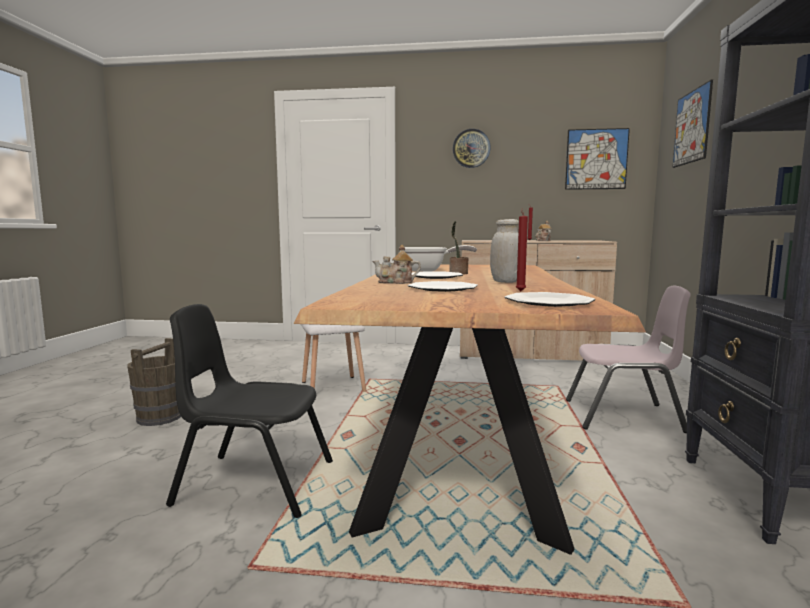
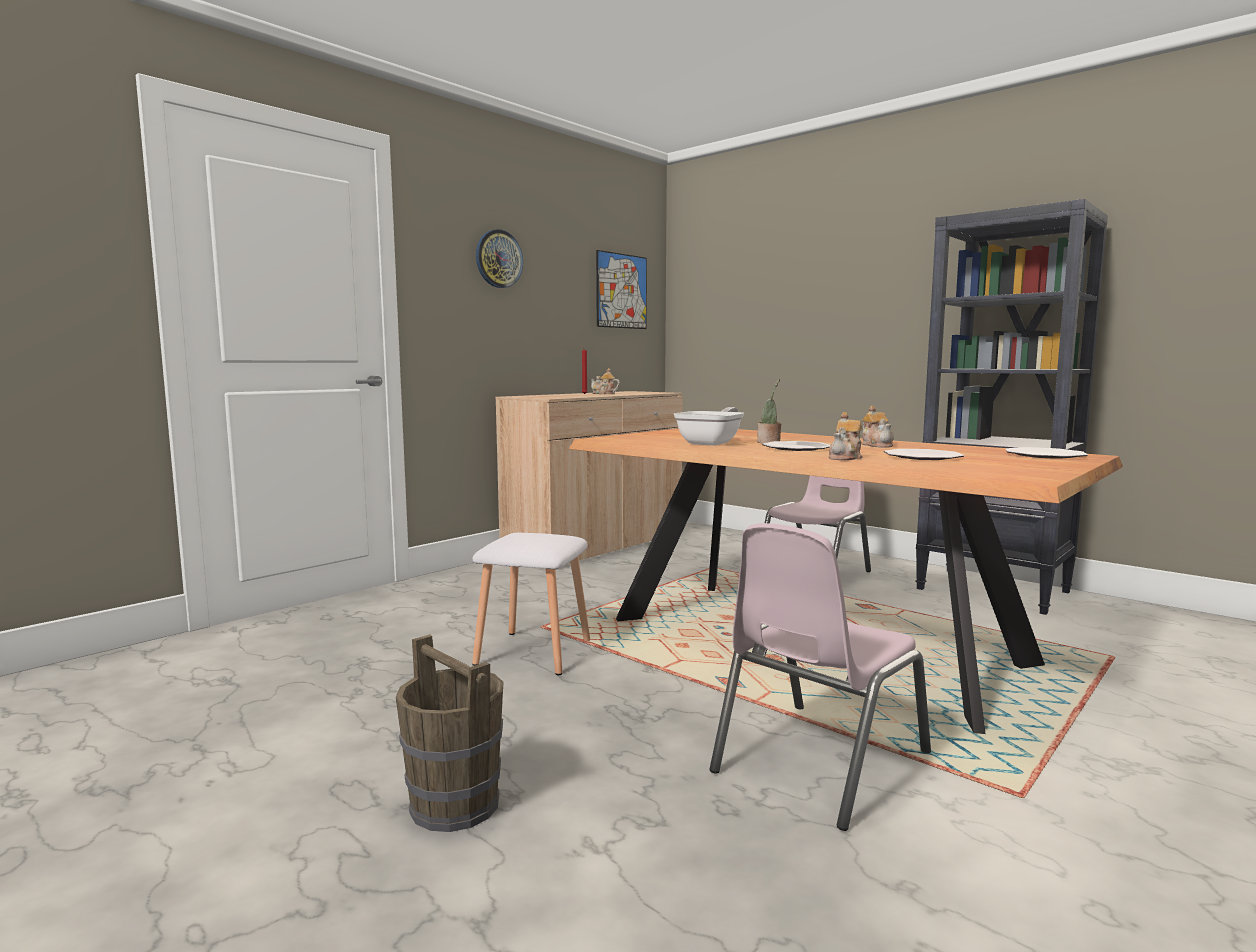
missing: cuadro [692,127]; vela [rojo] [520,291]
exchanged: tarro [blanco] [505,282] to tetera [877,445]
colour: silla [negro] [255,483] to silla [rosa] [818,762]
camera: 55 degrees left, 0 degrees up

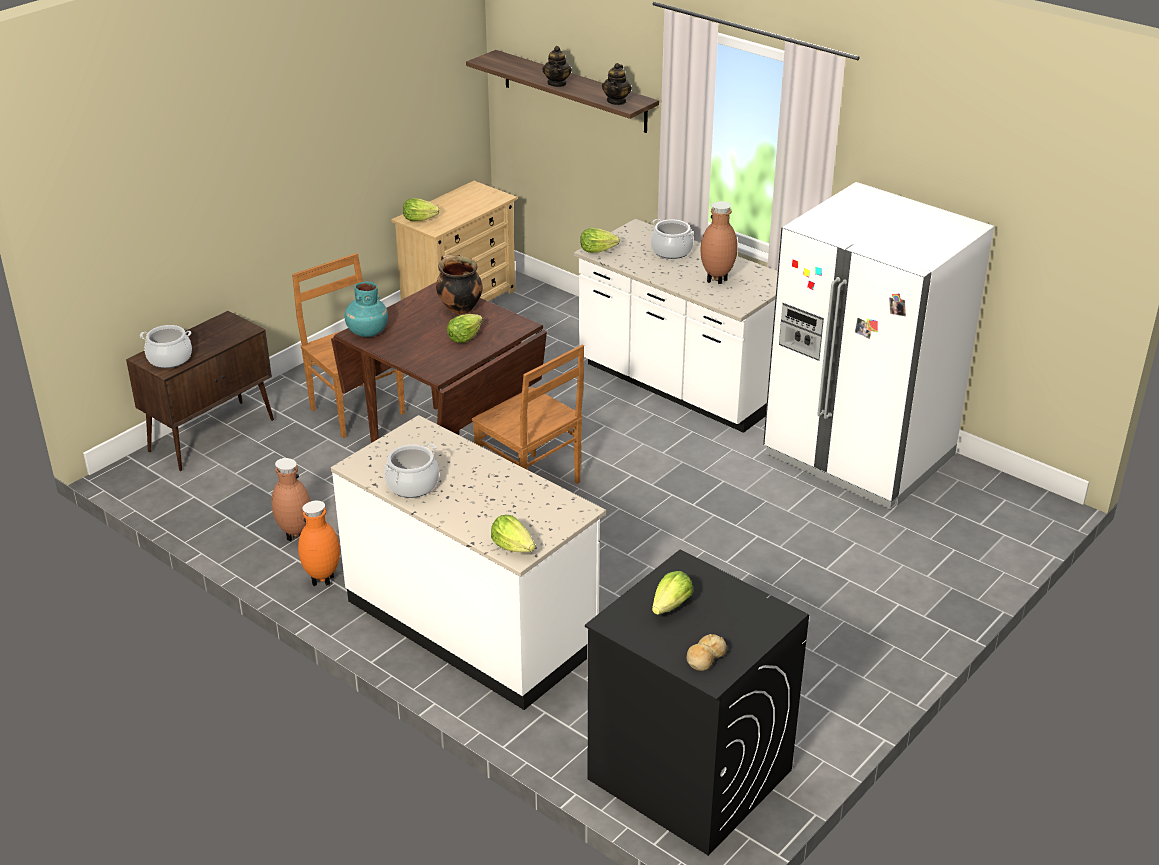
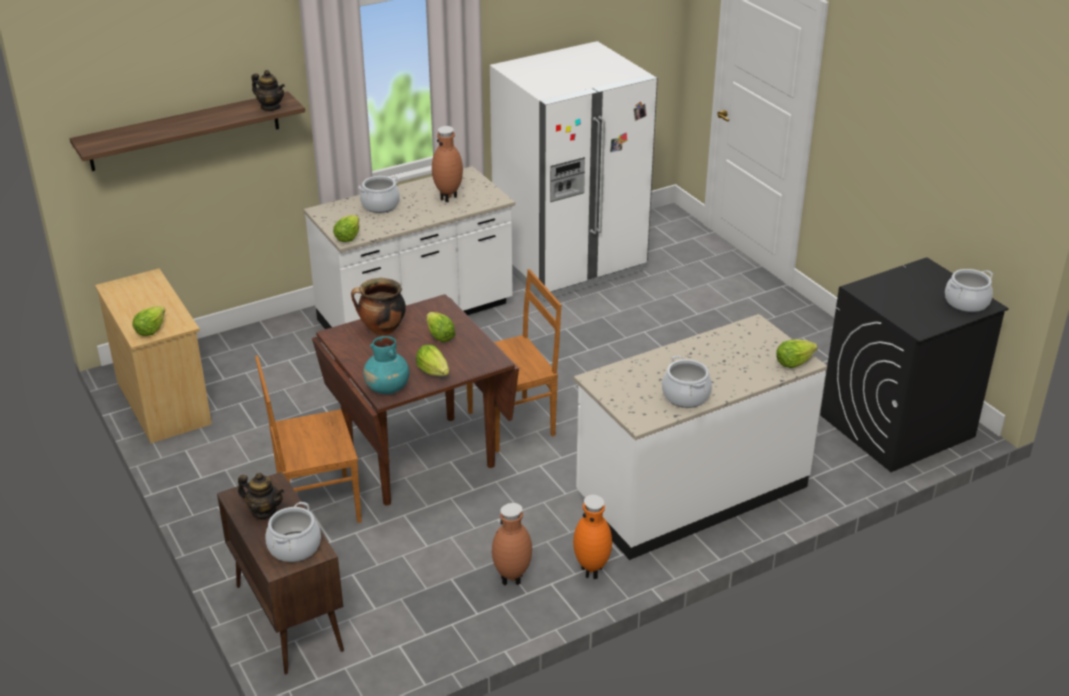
relocated: tetera [557,83] to [264,511]; lechuga [671,606] to [433,371]
exchanged: pan [705,658] to olla [966,302]
camera: 70 degrees left, 0 degrees up

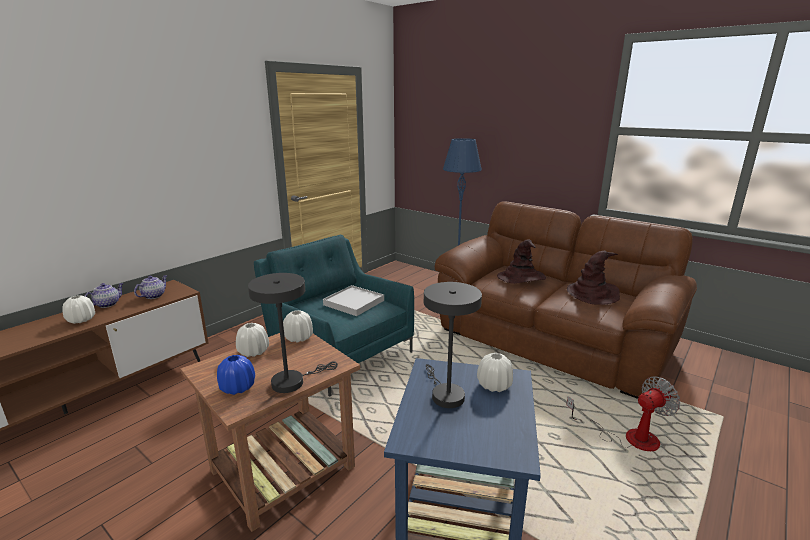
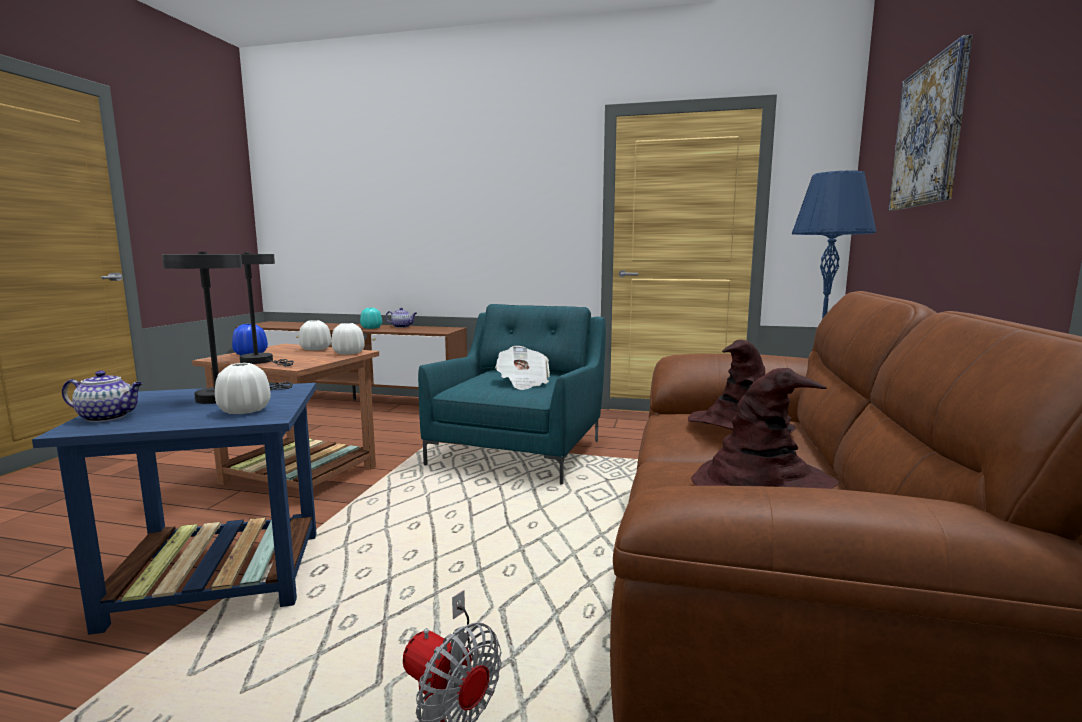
appeared: cuadro [929,134]
relocated: tetera [154,296] to [108,417]
exchanged: bandeja [blanco] [354,302] to periódico [523,383]
colour: florero [blanco] [81,320] to florero [turquesa] [371,328]
camera: 65 degrees right, 10 degrees down

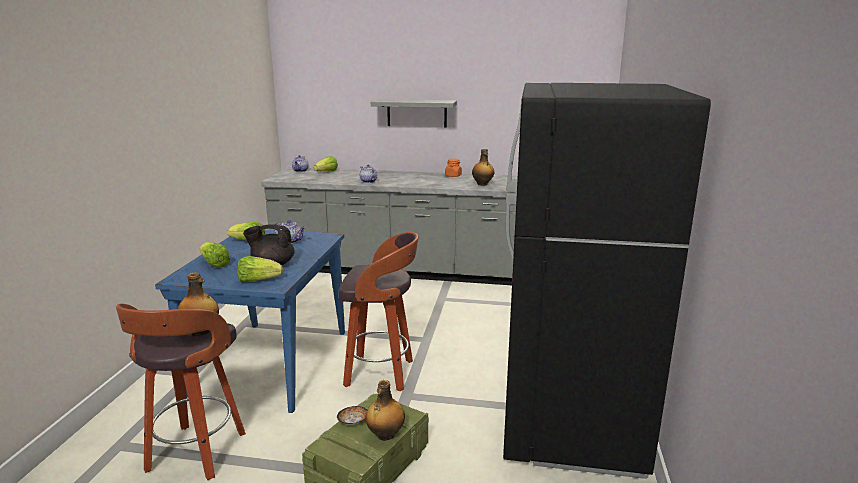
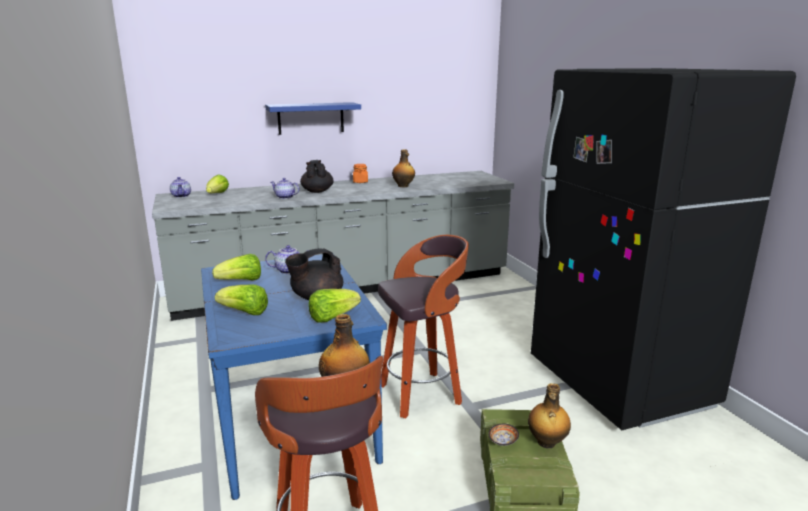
appeared: tetera [negro] [317,191]
colour: estante [gris] [416,113] to estante [azul] [311,118]
camera: 30 degrees left, 0 degrees up

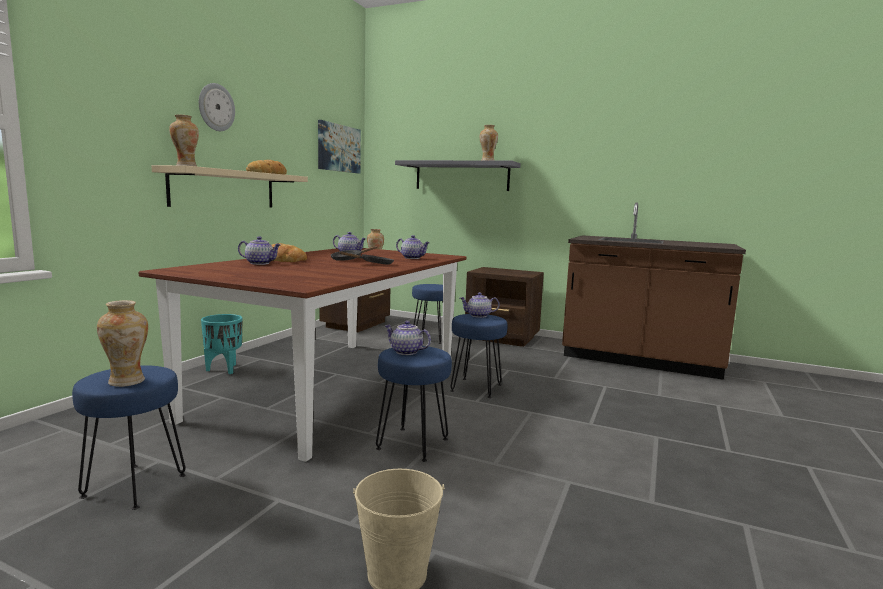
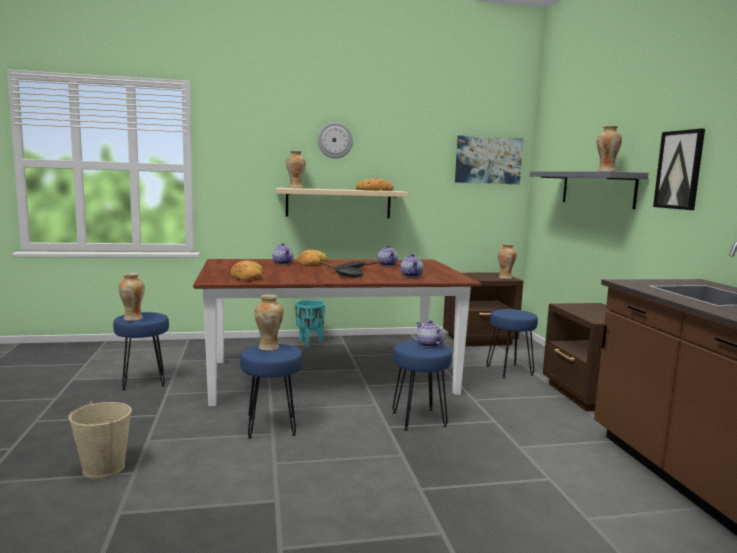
appeared: cuadro [679,170]; pan [247,276]
exchanged: tetera [405,352] to florero [268,348]
camera: 55 degrees right, 0 degrees up

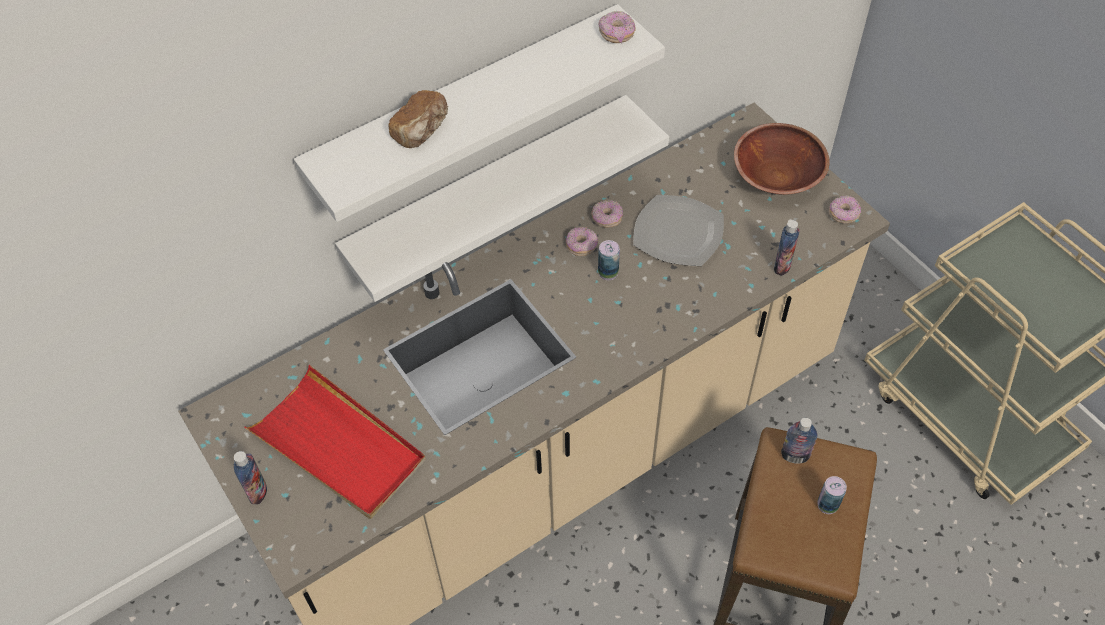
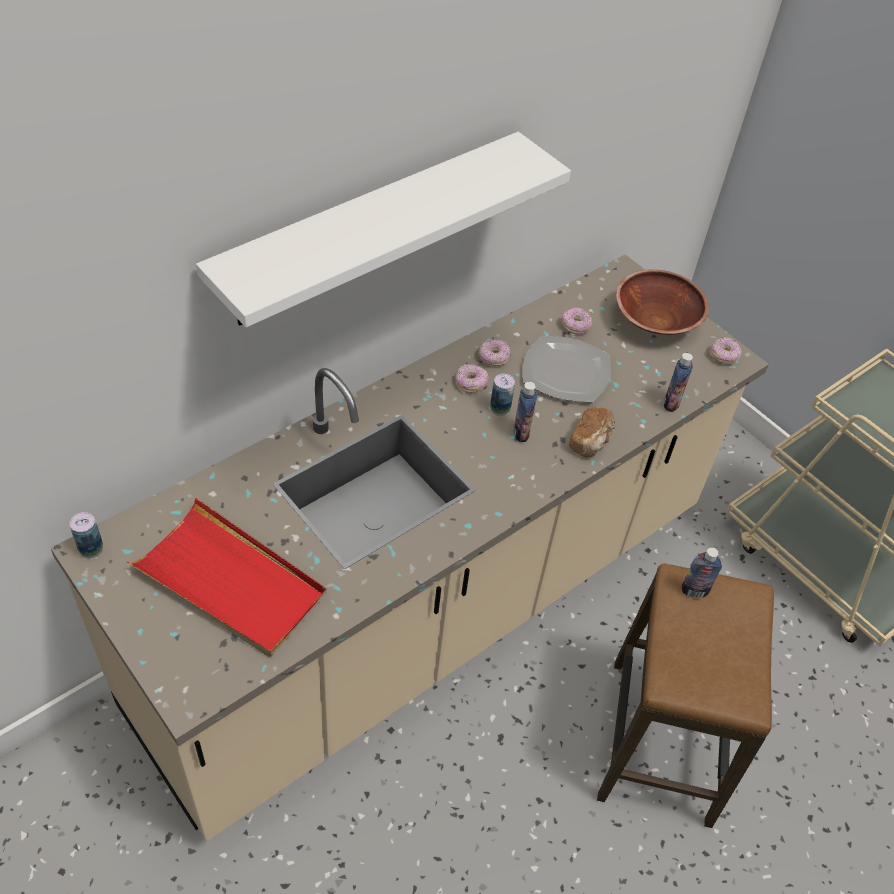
missing: estante [blanco] [489,192]
relocated: rosquilla [616,34] to [575,326]; pan [422,131] to [591,441]; botella [257,492] to [521,432]; lata [827,505] to [91,549]
camera: 10 degrees left, 5 degrees down

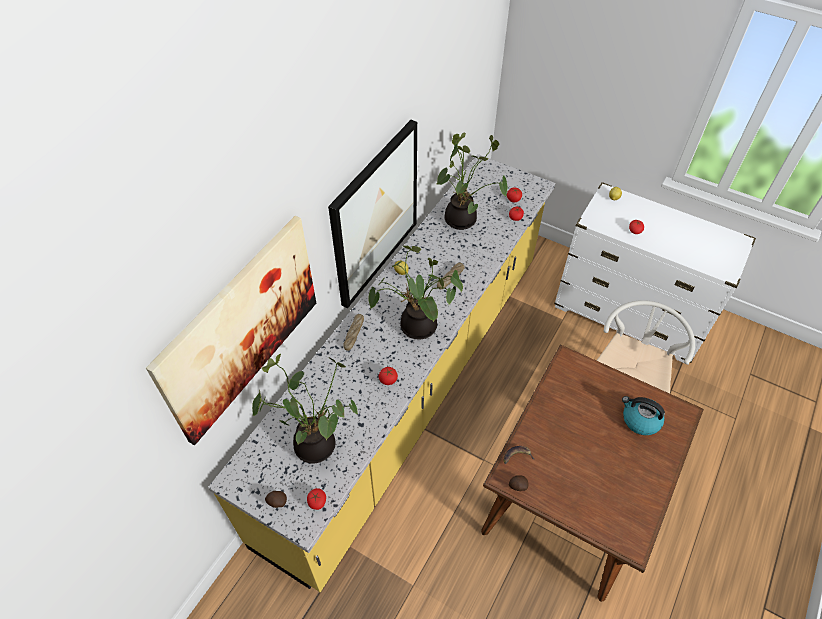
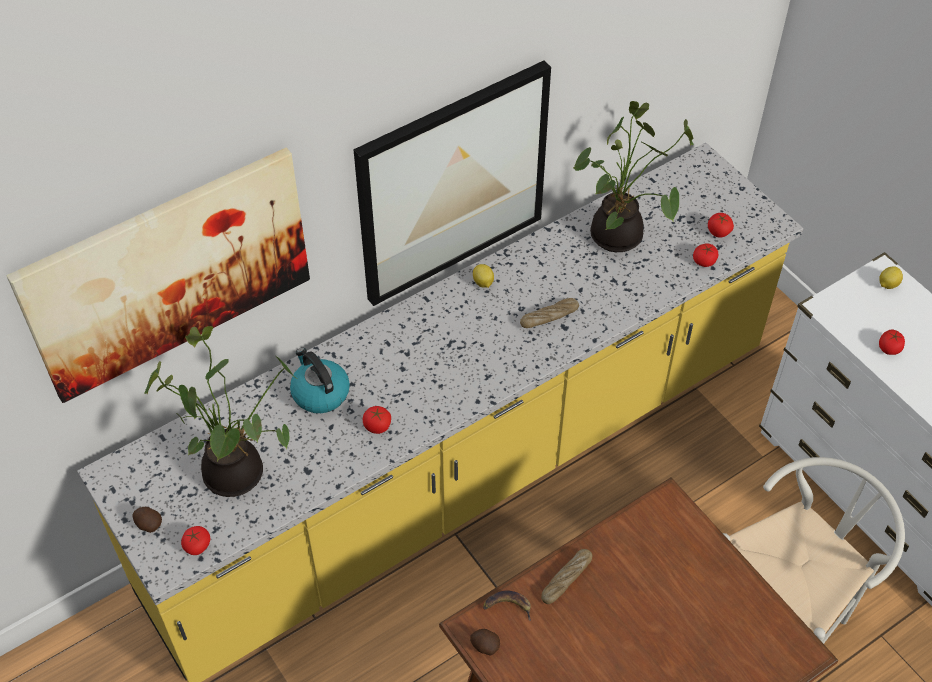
missing: planta en maceta [416,328]
relocated: pan [354,334] to [566,579]; hervidor [640,420] to [320,393]
camera: 25 degrees right, 0 degrees up

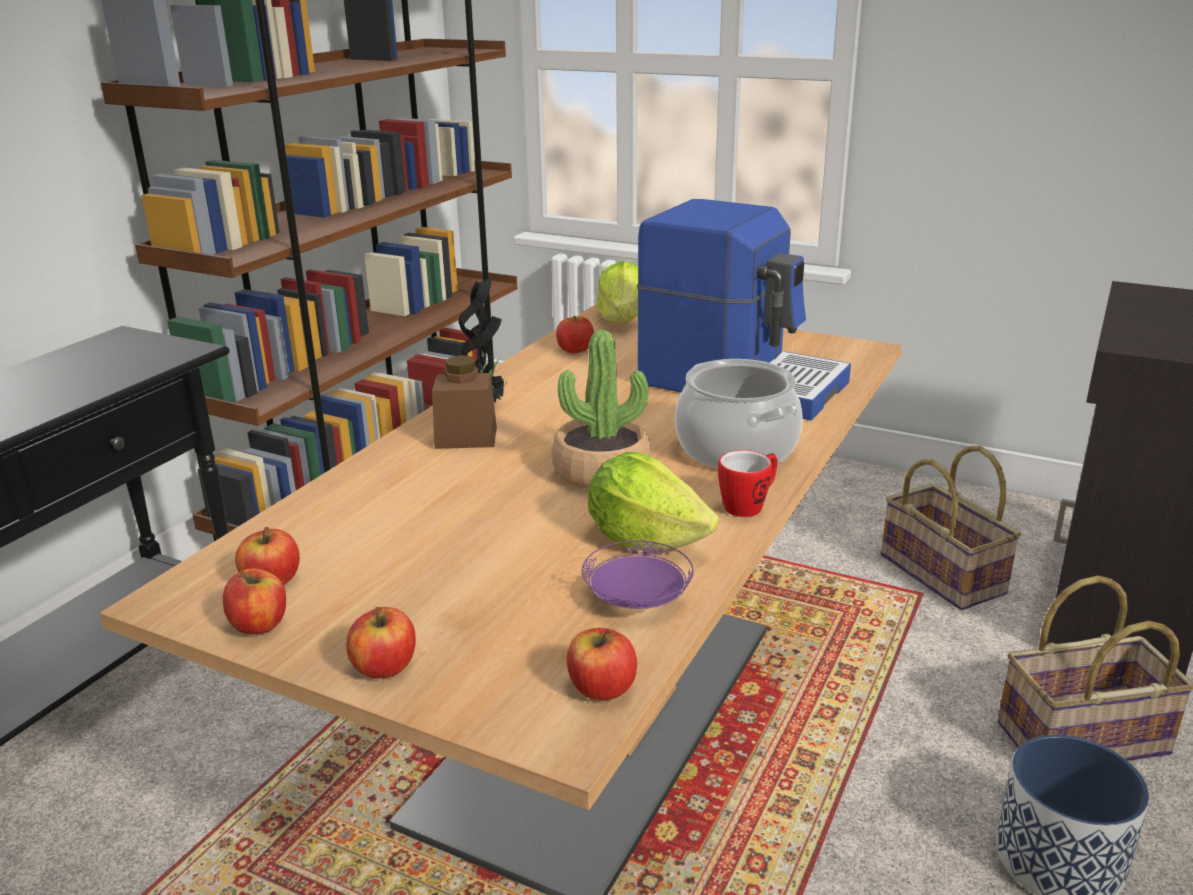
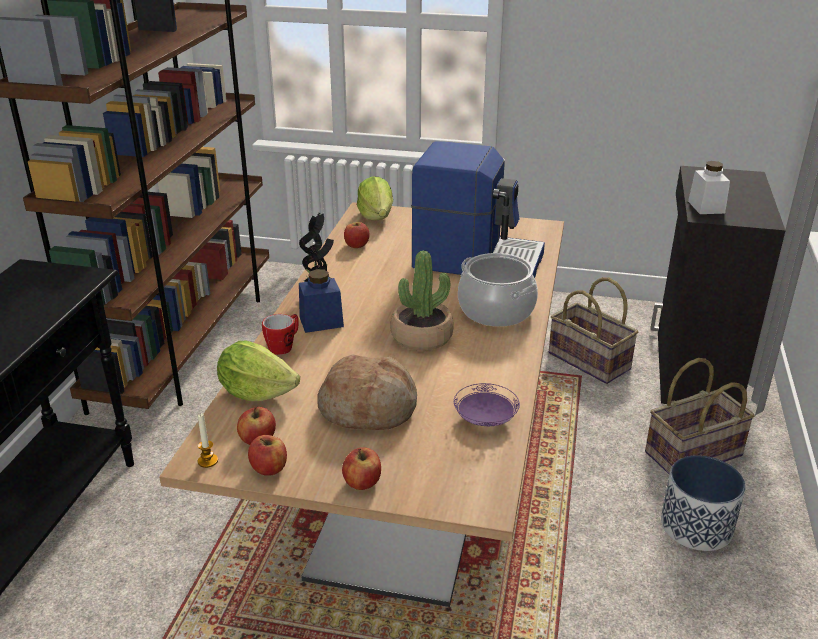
missing: manzana [601,688]
appeared: tarro [blanco] [706,207]; pan [369,408]; vela [208,461]
relocated: taza grande [749,505] to [284,346]; lechuga [645,539] to [256,392]
colour: tarro [marrón] [466,437] to tarro [azul] [321,322]
camera: 15 degrees left, 5 degrees up

